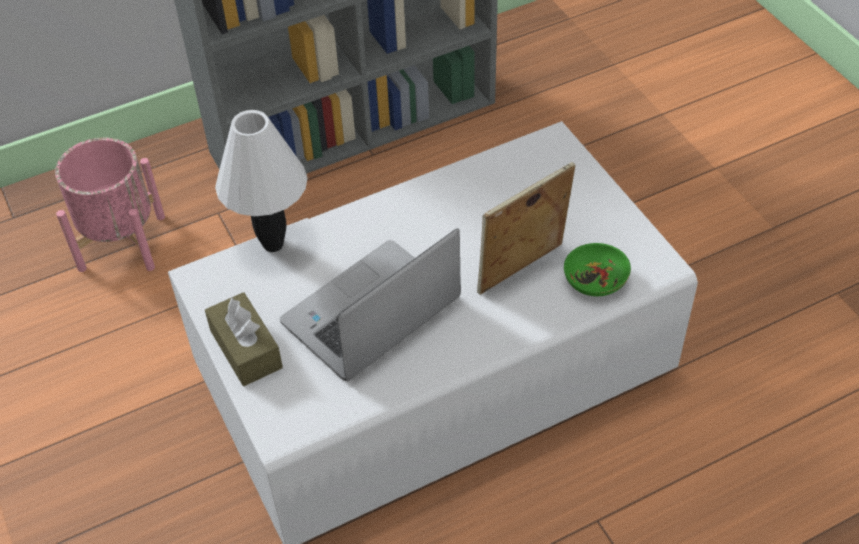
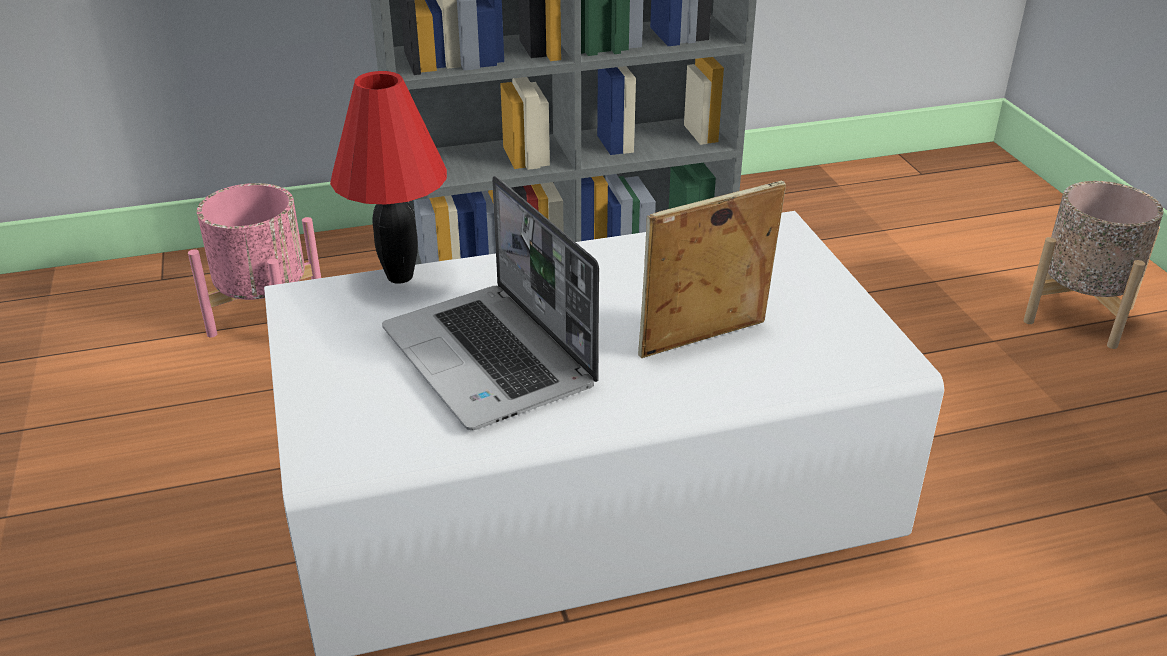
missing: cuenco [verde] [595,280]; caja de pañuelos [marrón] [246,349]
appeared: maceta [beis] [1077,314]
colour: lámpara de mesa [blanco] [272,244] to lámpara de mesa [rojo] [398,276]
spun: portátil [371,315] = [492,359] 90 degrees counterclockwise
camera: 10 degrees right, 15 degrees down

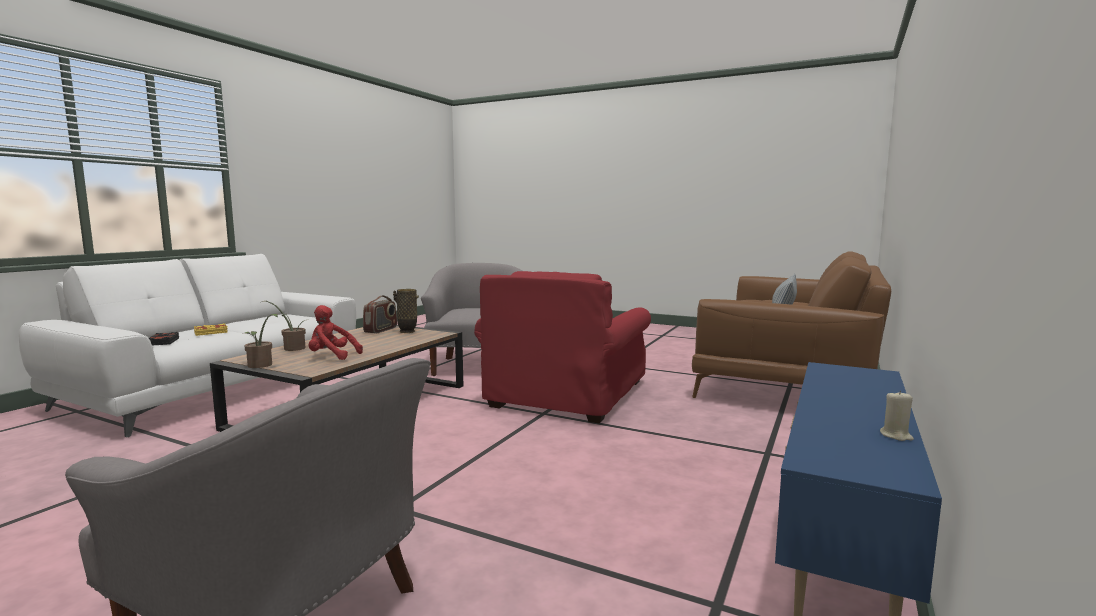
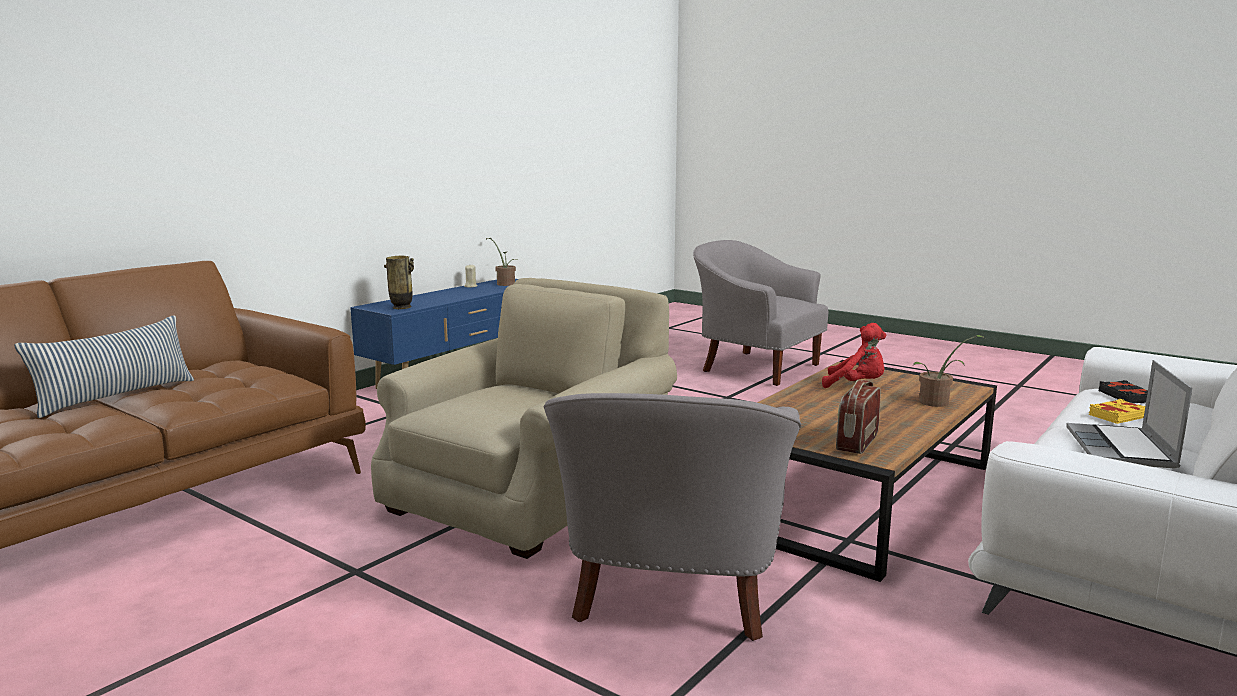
appeared: portátil [1122,449]
relocated: florero [407,331] to [401,307]; planta en maceta [261,366] to [504,283]
colour: sillón [rojo] [569,393] to sillón [beis] [528,494]
camera: 170 degrees left, 5 degrees up

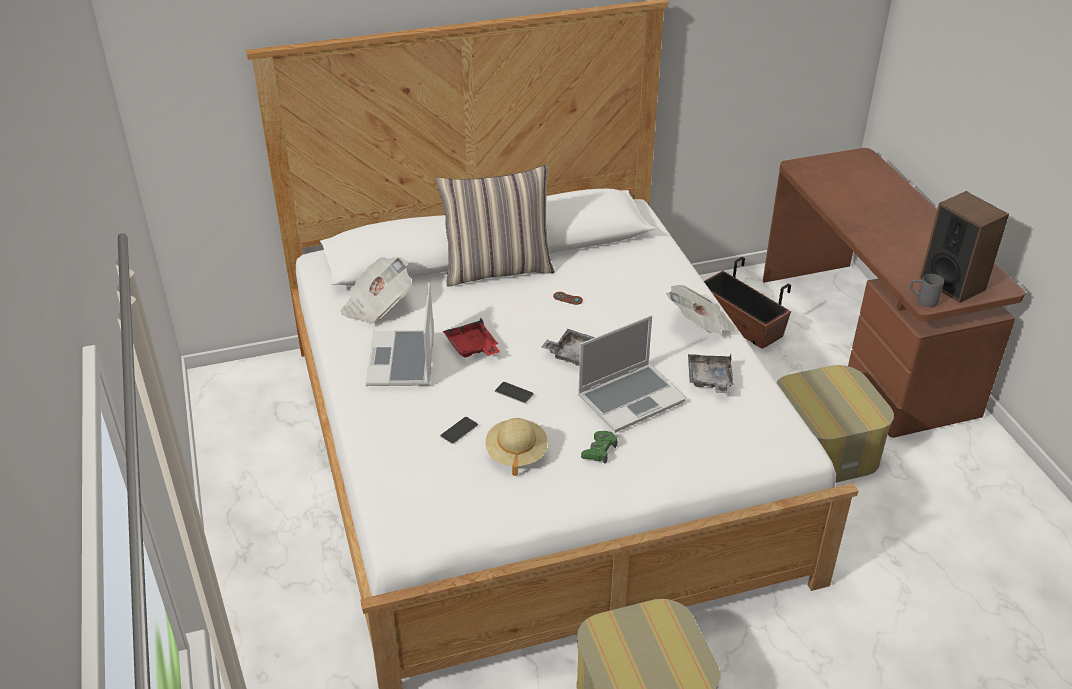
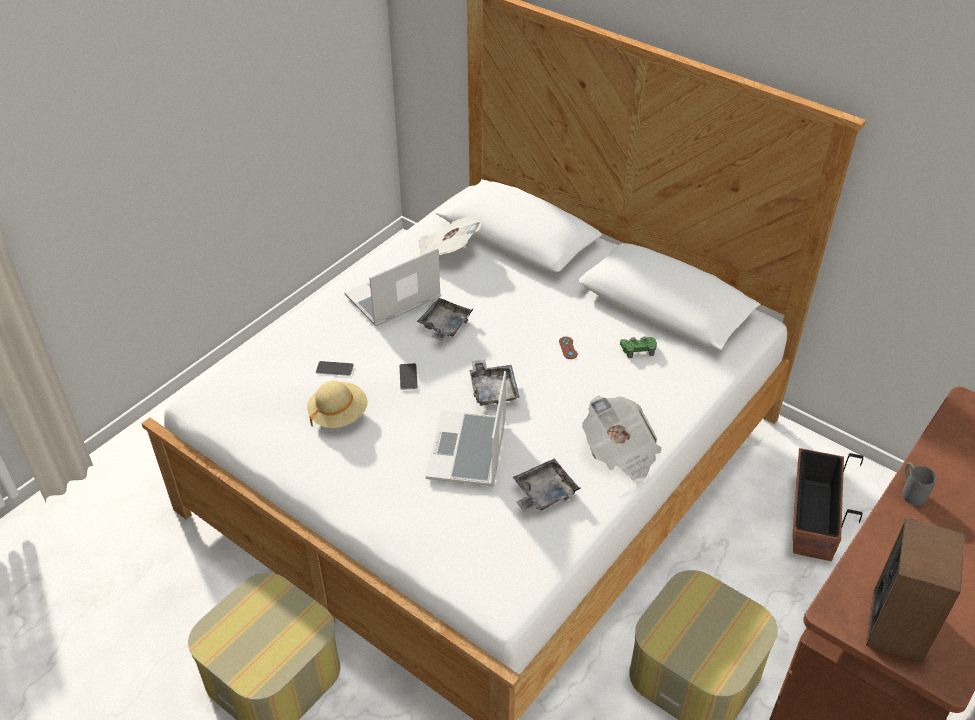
missing: cojín [498,269]
relocated: taza grande [gris] [922,300] to [911,491]; mando de consola [verde] [599,451] to [638,349]
colour: bandeja [rojo] [472,347] to bandeja [gris] [444,325]
spun: portátil [631,398] = [468,451] 75 degrees clockwise
camera: 55 degrees right, 5 degrees up

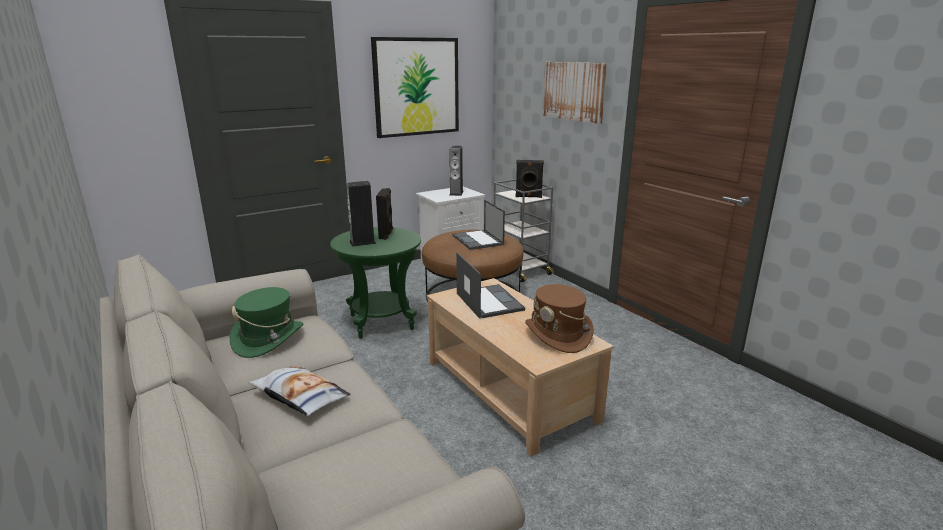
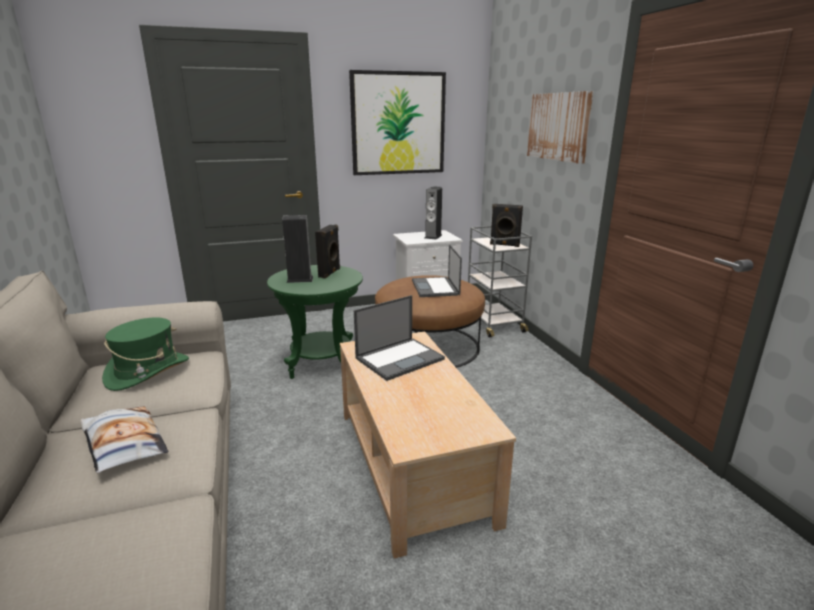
missing: sombrero [marrón] [558,334]
spun: portátil [488,301] = [400,358] 60 degrees clockwise
camera: 15 degrees right, 0 degrees up

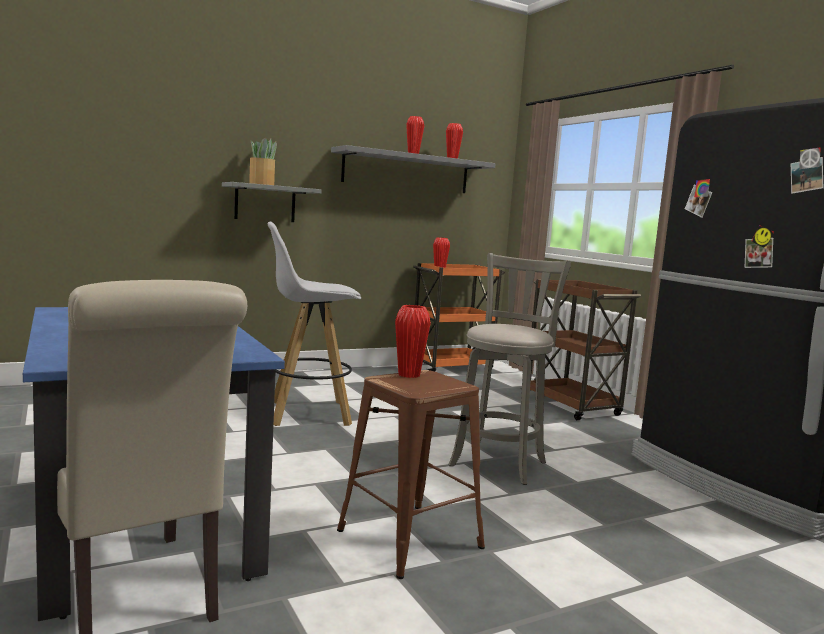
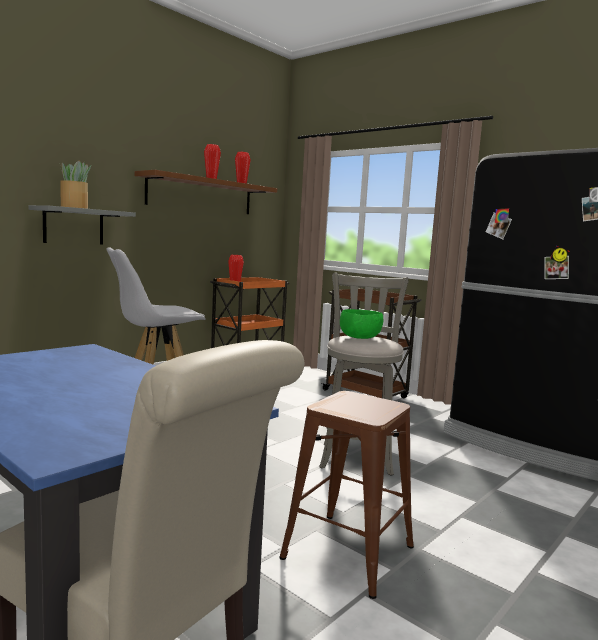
missing: florero [rojo] [409,375]
appeared: cuenco [verde] [359,338]
colour: estante [gris] [407,172] to estante [marrón] [201,195]
camera: 20 degrees left, 0 degrees up

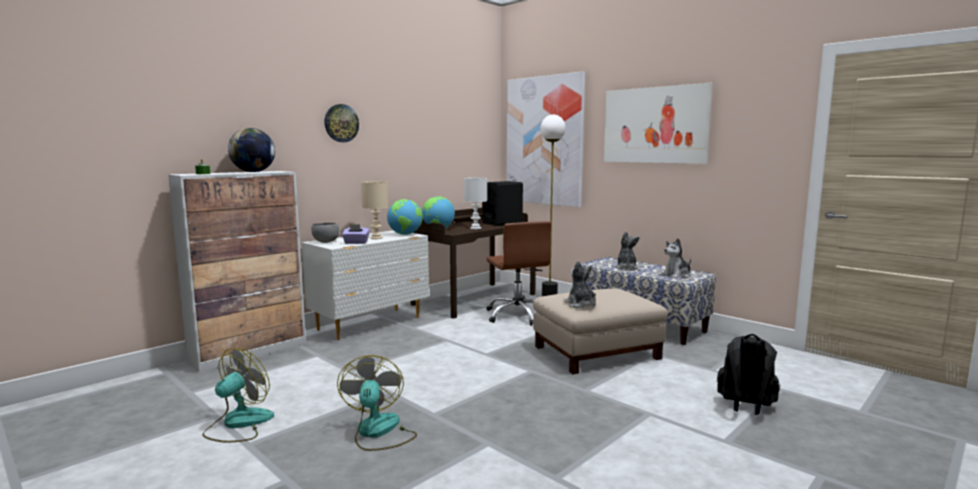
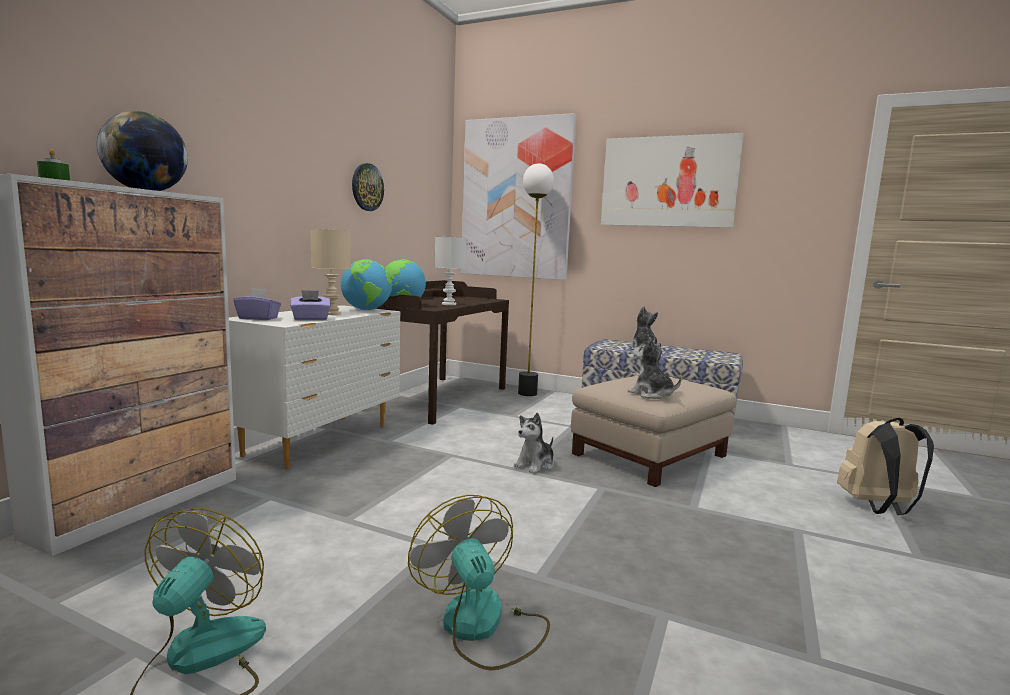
missing: altavoz [negro] [502,223]; silla de oficina [marrón] [518,315]
relocated: reloj de pared [341,123] to [367,187]; peluche [677,275] to [535,465]
exchanged: cuenco [gris] [325,242] to caja de pañuelos [morado] [258,318]
colour: mochila [negro] [745,408] to mochila [beis] [878,508]
camera: 20 degrees left, 0 degrees up

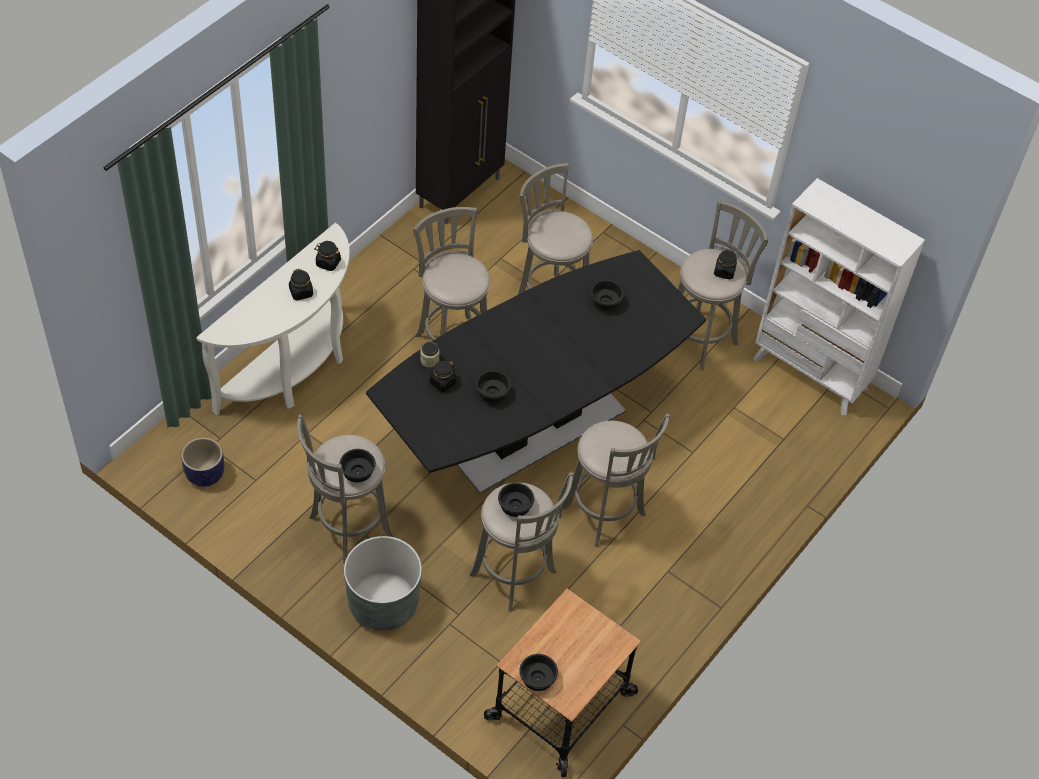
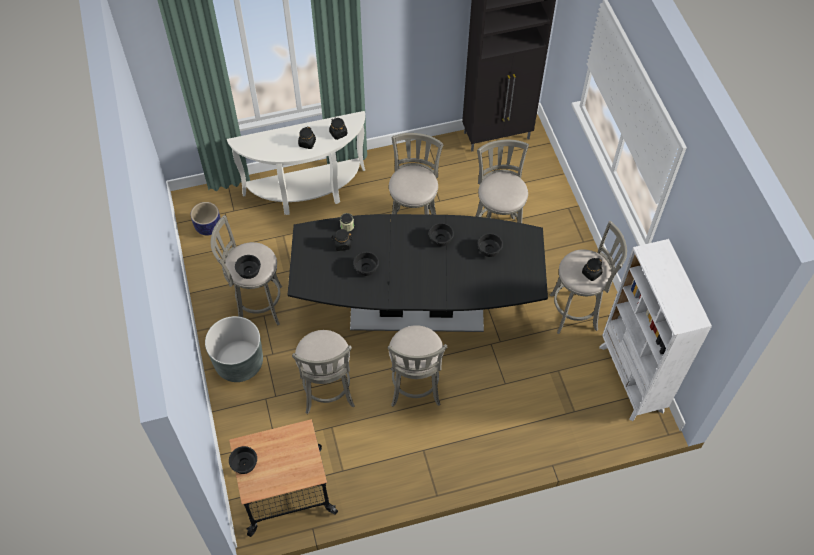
relocated: cuenco [negro] [514,506] to [440,239]
camera: 40 degrees right, 5 degrees up

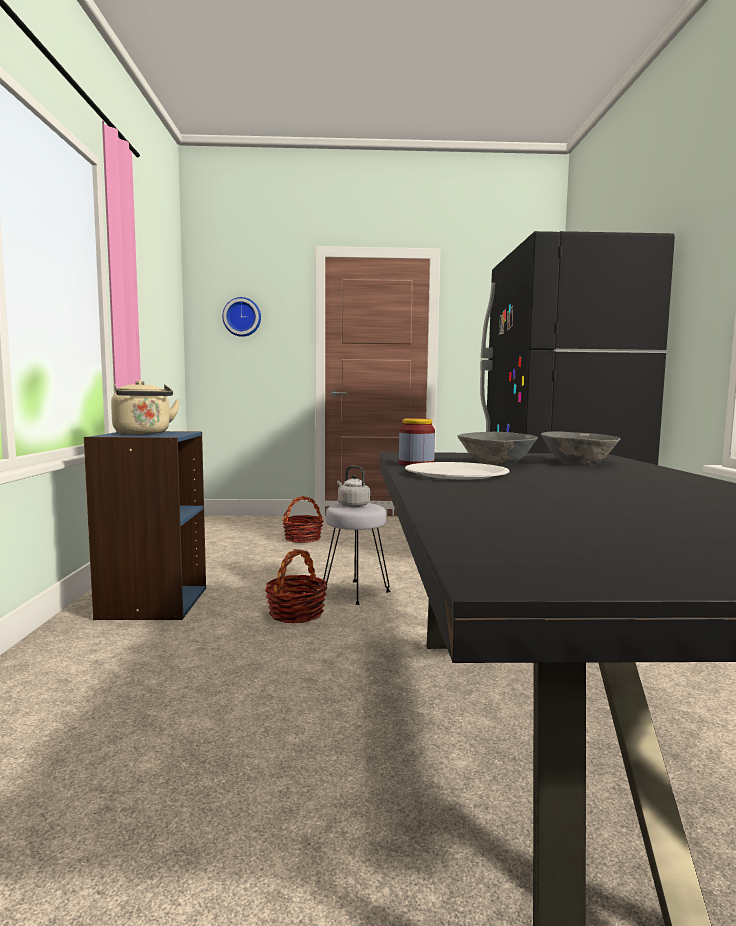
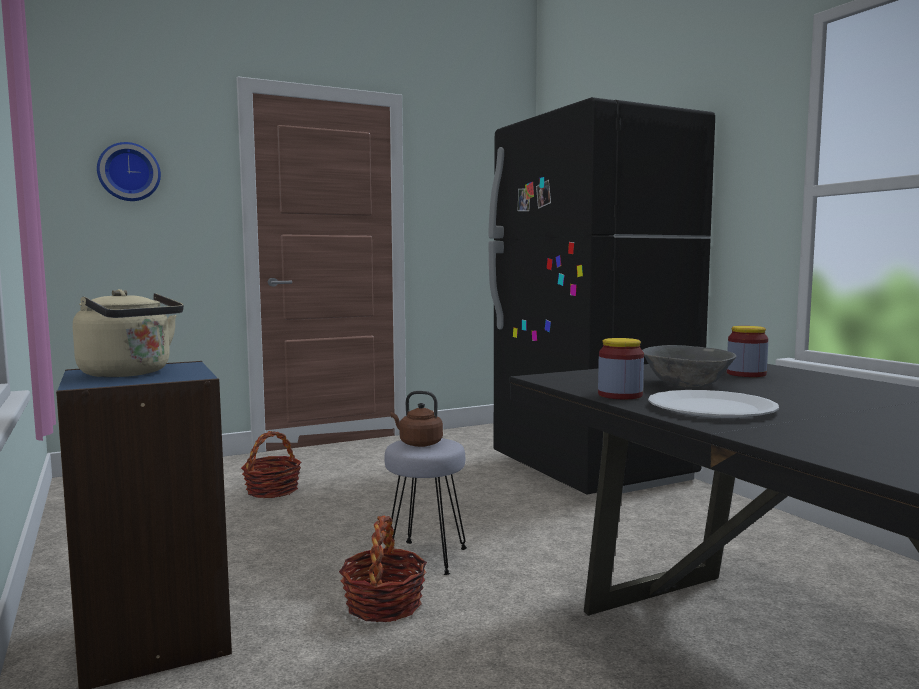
exchanged: cuenco [gris] [577,462] to tarro [746,374]
colour: hervidor [gris] [352,505] to hervidor [marrón] [418,443]
camera: 25 degrees left, 0 degrees up

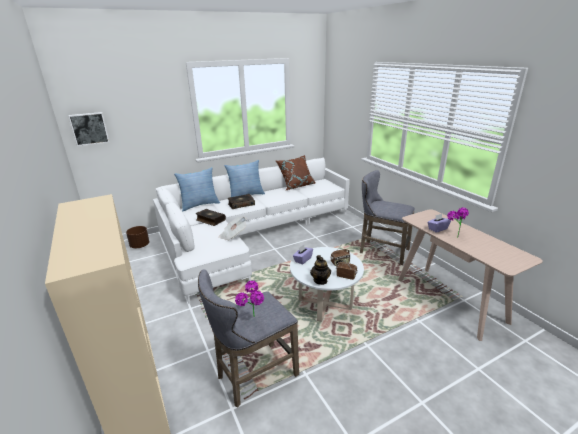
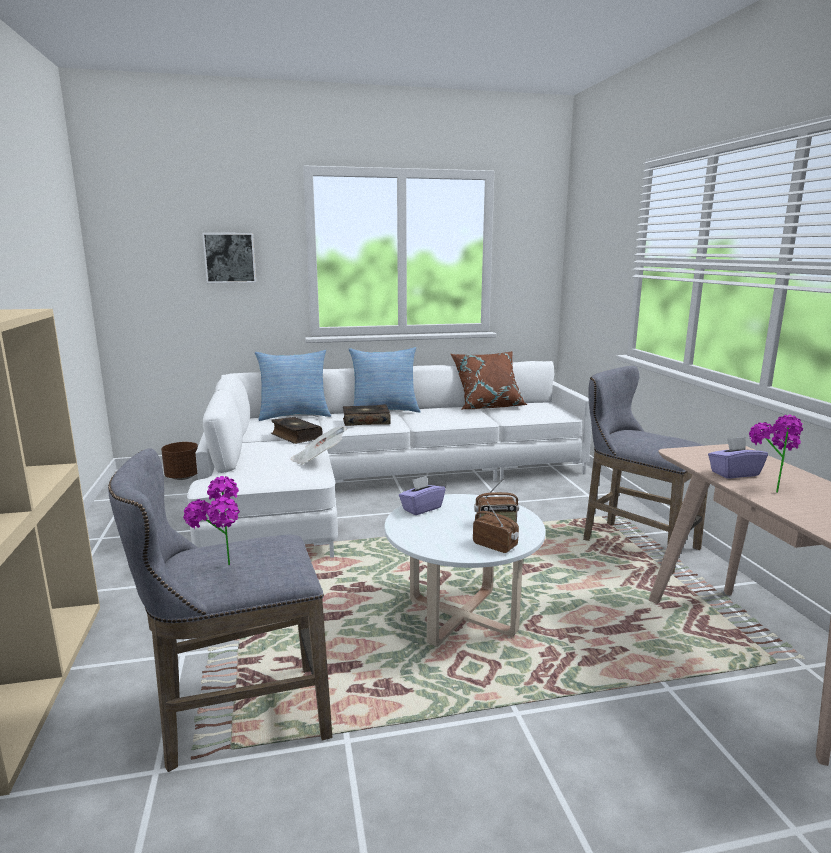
missing: tetera [320,280]
relocated: cuadro [89,128] to [230,258]
camera: 15 degrees right, 10 degrees down

